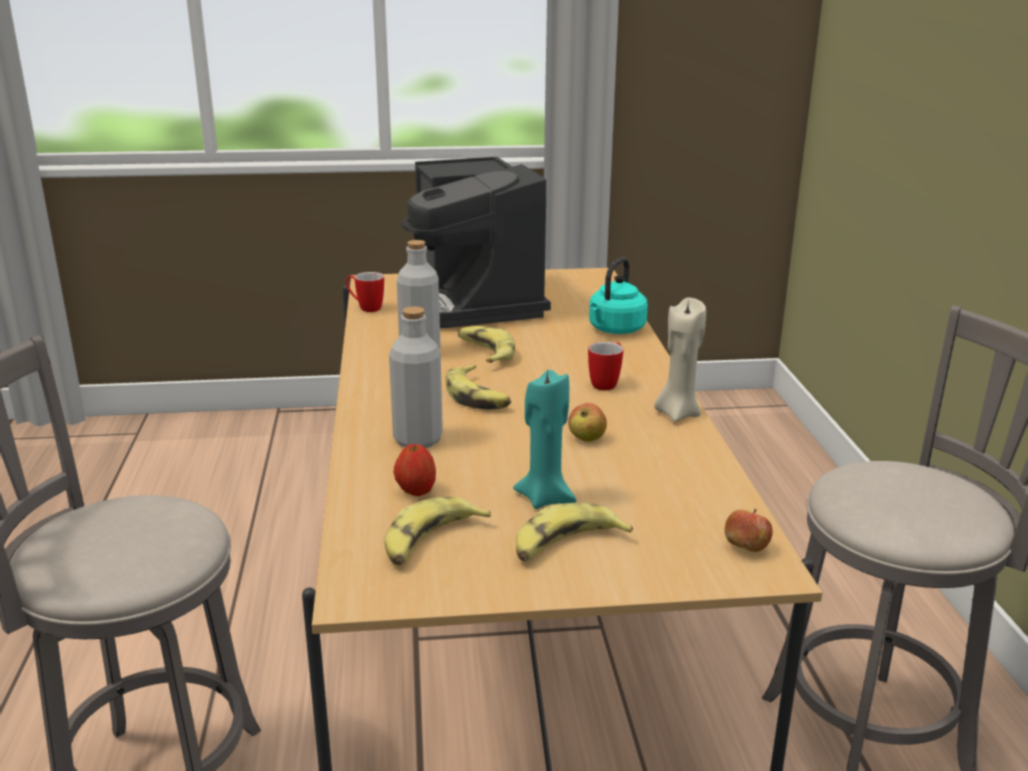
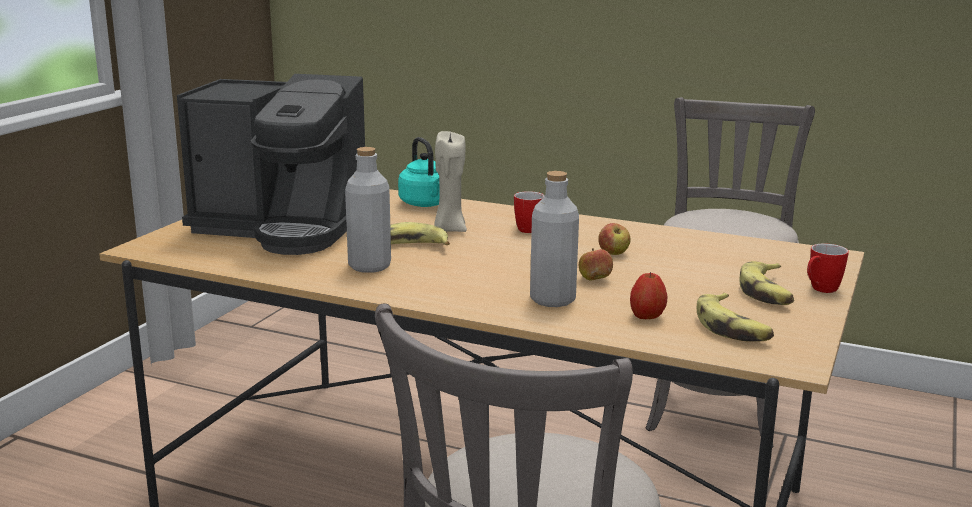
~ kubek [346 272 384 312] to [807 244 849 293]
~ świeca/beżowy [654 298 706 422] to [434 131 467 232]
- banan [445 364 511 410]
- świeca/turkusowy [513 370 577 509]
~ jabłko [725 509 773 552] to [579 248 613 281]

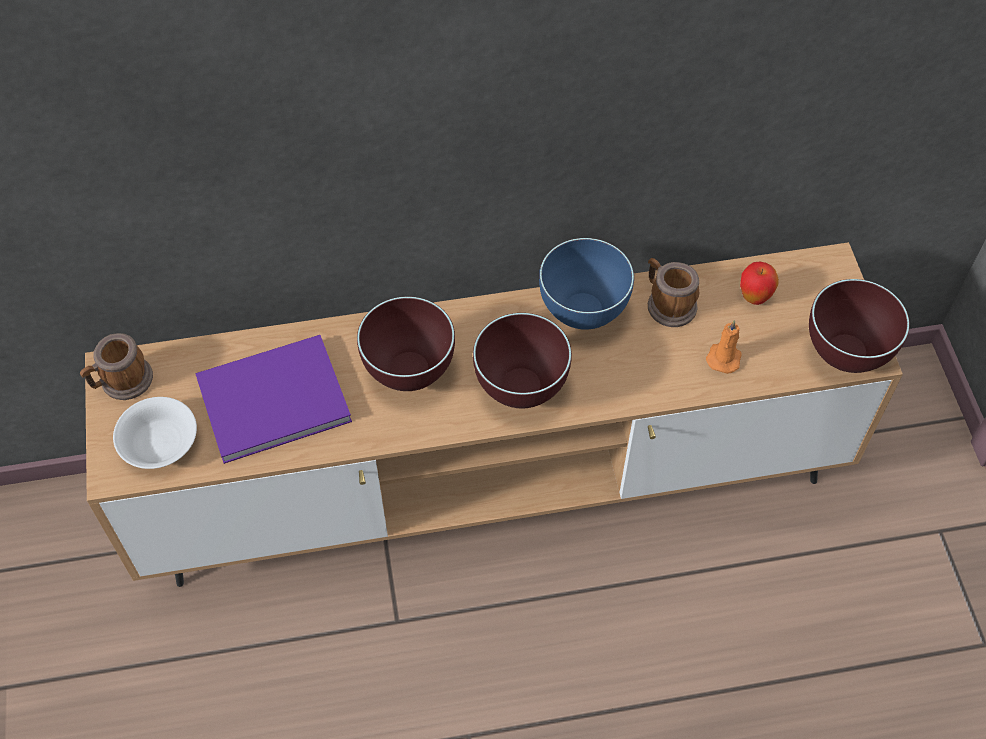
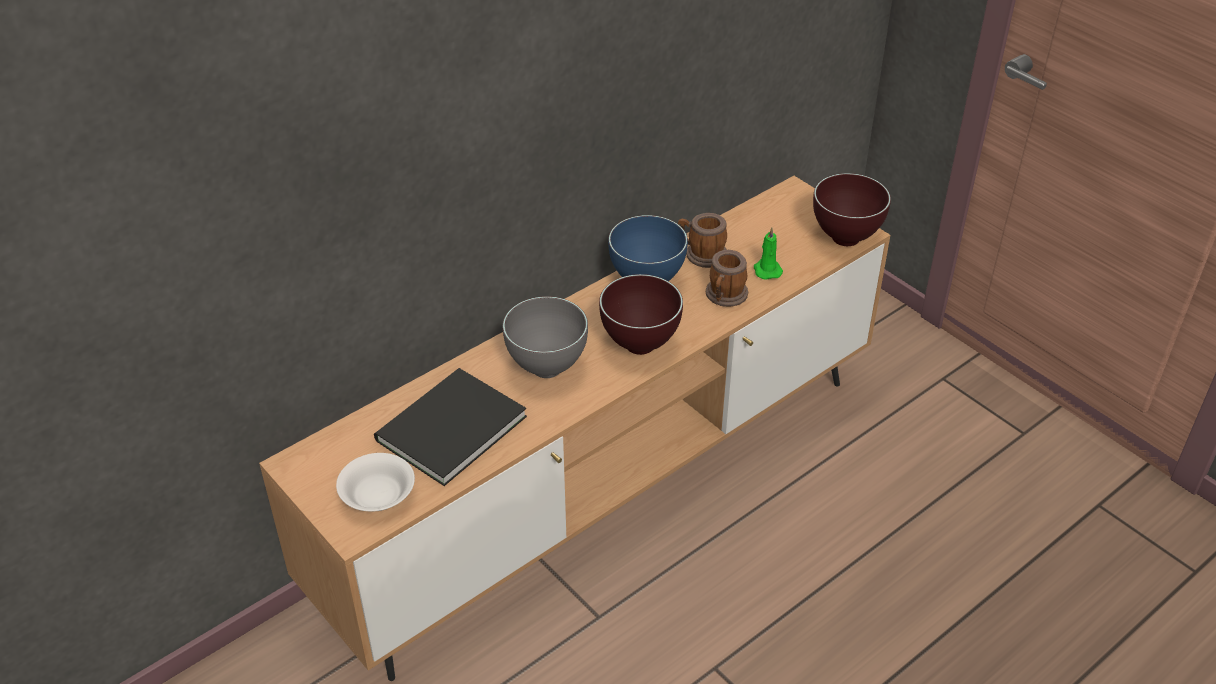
- jabłko [740 261 779 305]
~ miska/brązowy [357 296 455 391] to miska/szary [503 296 588 378]
~ świeca/pomarańczowy [706 320 741 374] to świeca/zielony [754 227 783 280]
~ kubek [80 333 153 400] to [706 250 748 307]
~ książka/fioletowy [195 335 352 464] to książka/czarny [374 368 527 486]

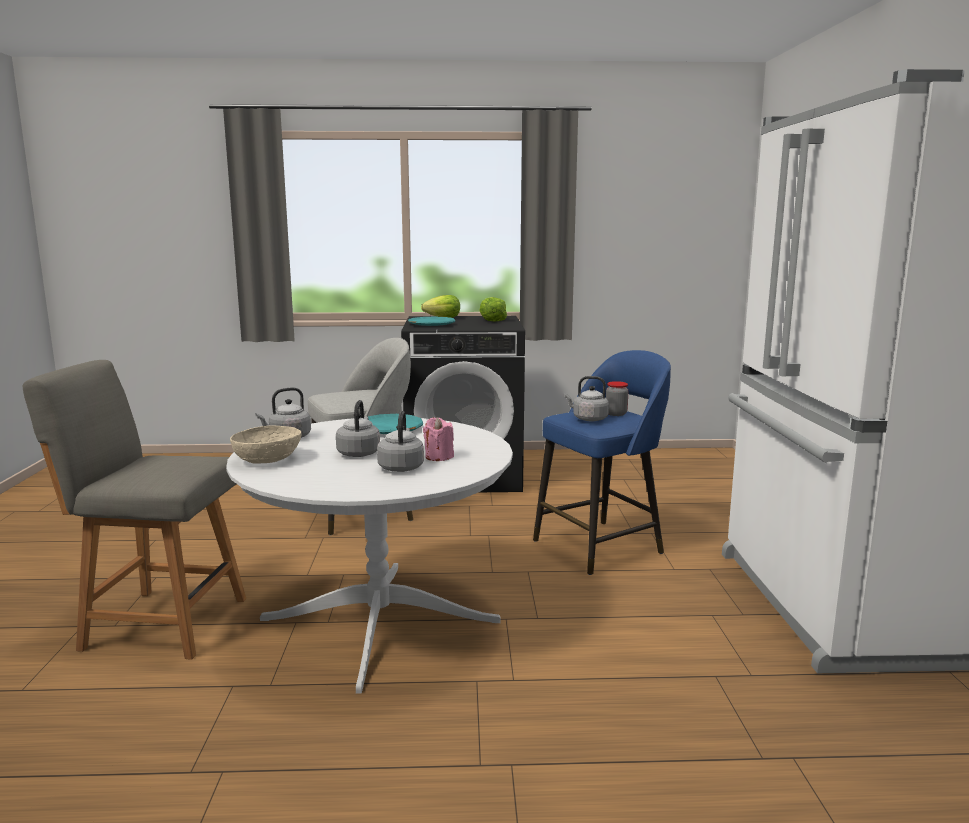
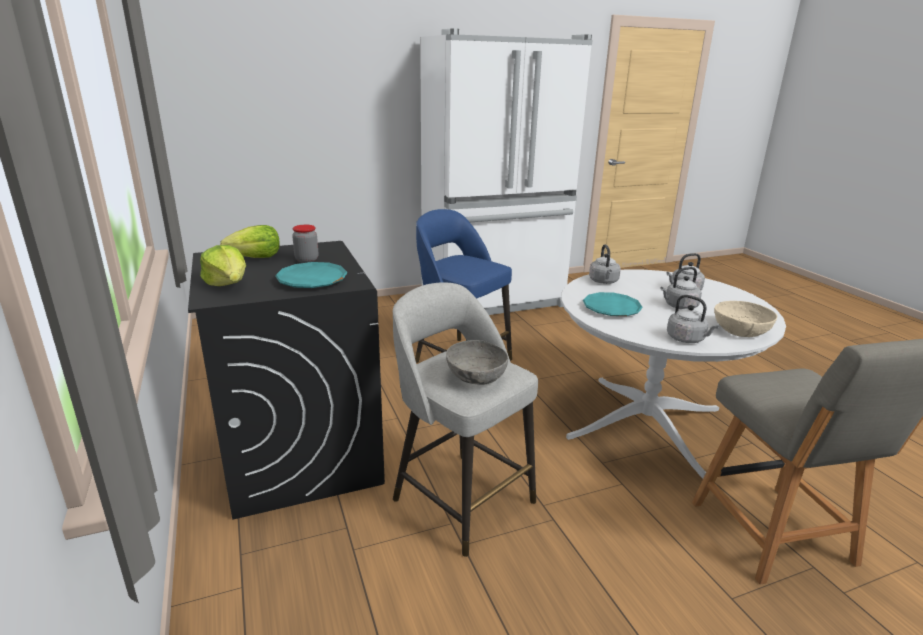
~ czajnik/szary [565 376 609 421] to [589 244 621 284]
~ słoik [606 381 628 416] to [292 225 318 263]
- świeca/różowy [423 417 454 461]
+ miska/szary [446 340 508 385]

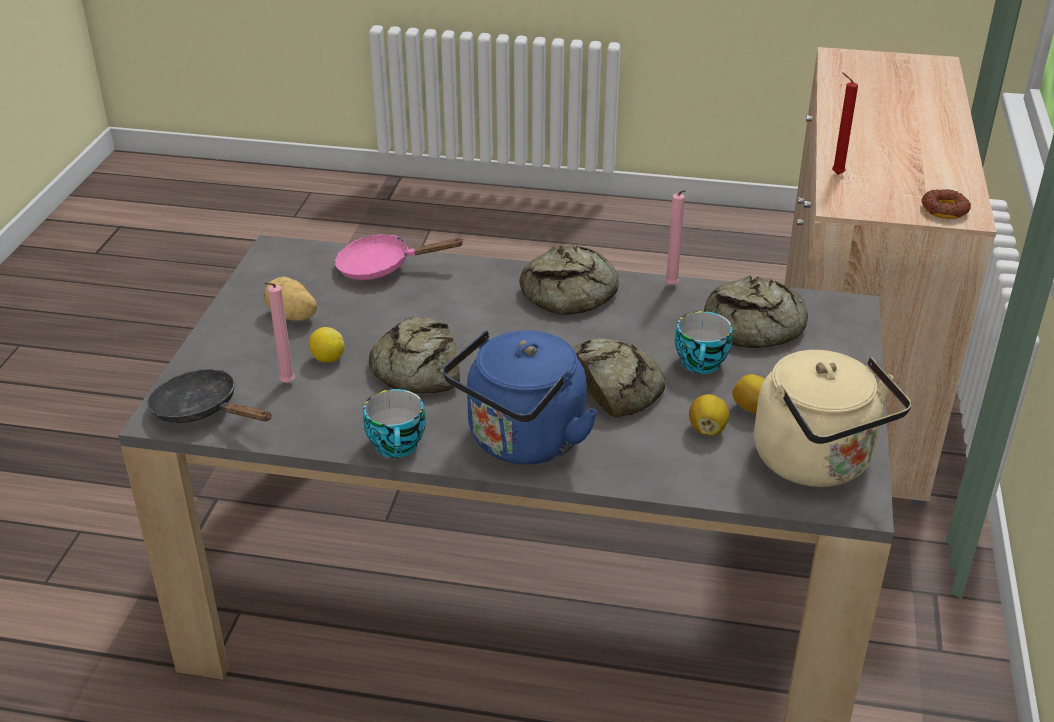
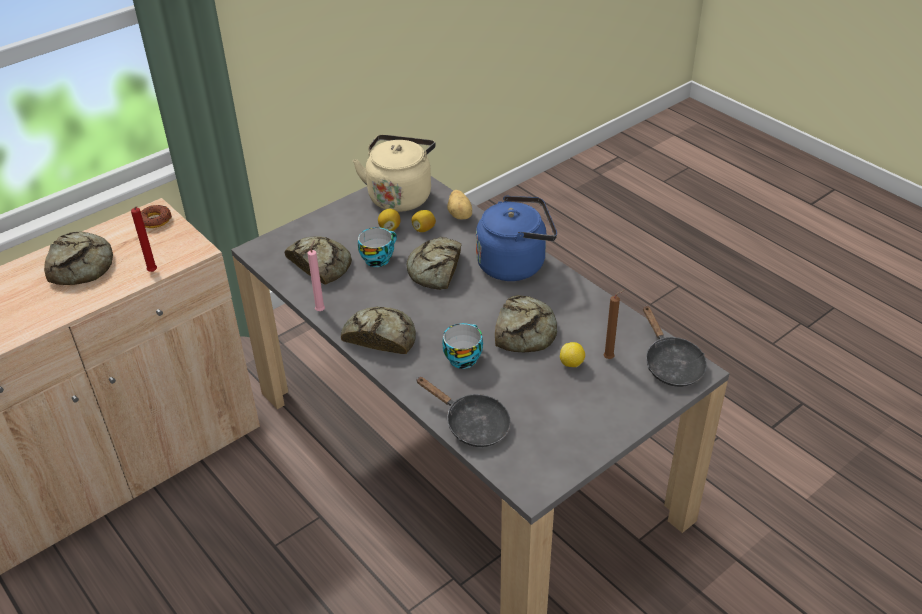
~ patelnia/różowy [335 234 464 280] to patelnia/czarny [416 377 511 447]
~ ziemniak [264 277 317 321] to [447 190 472 220]
~ świeca/różowy [263 282 295 383] to świeca/brązowy [604 290 624 359]
~ filiżanka [363 389 426 458] to [442 323 483 369]
+ chleb [44 232 113 285]

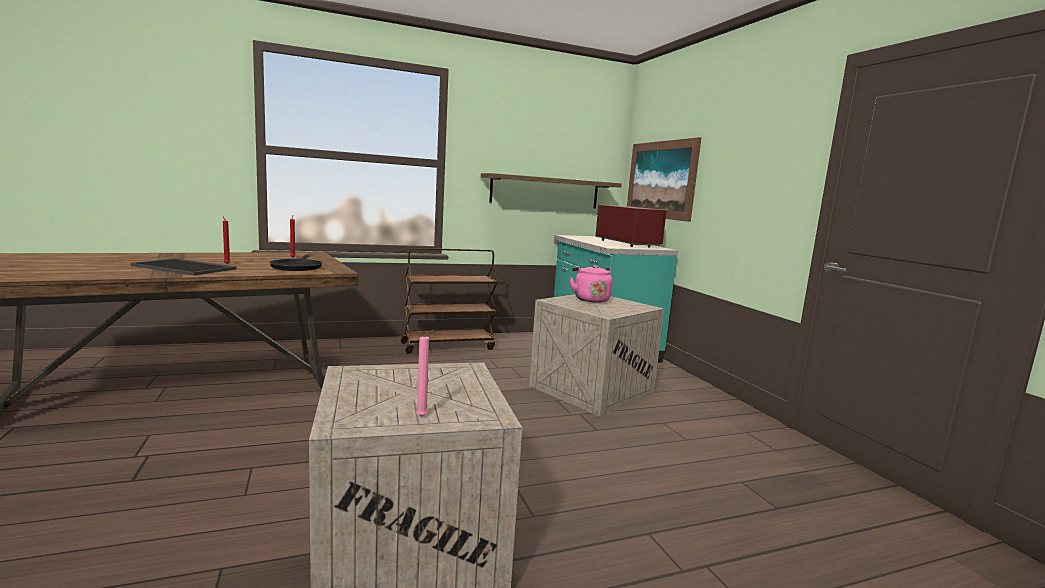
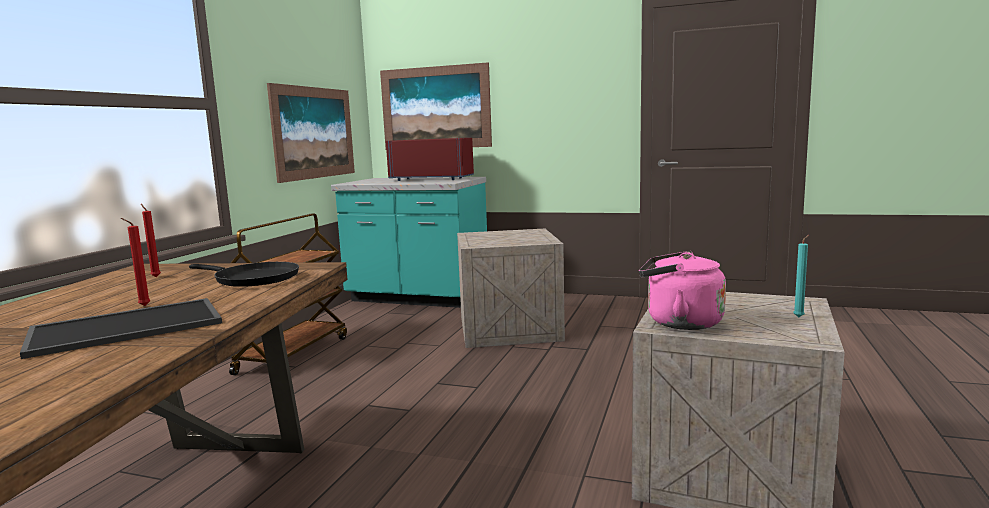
~ półka [481 173 622 209] to obraz [267 83 355 183]
~ czajnik/różowy [569 265 613 303] to [639 251 726 330]
~ świeca/różowy [416 330 433 417] to świeca/turkusowy [793 235 809 317]

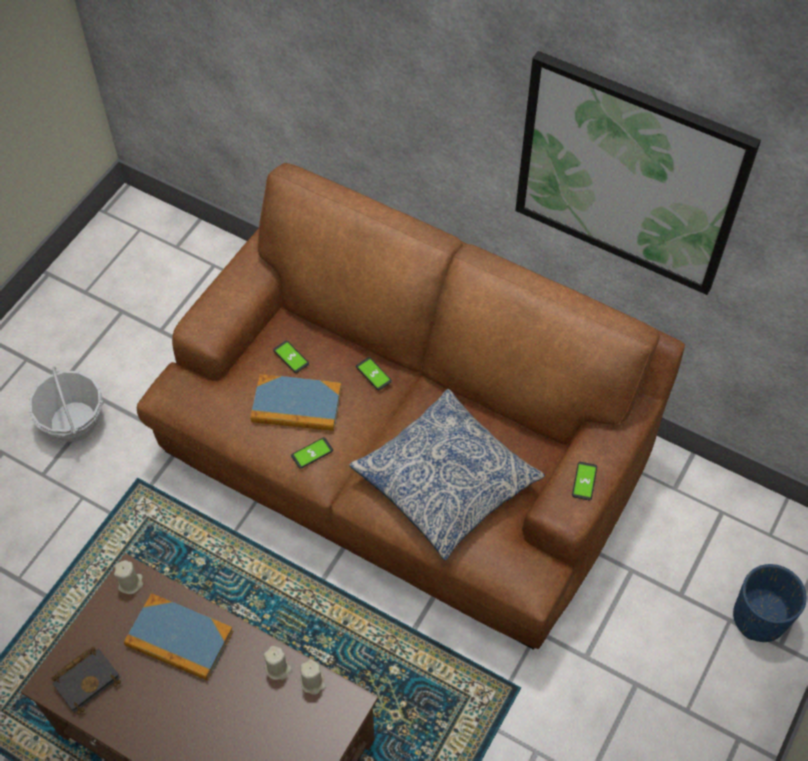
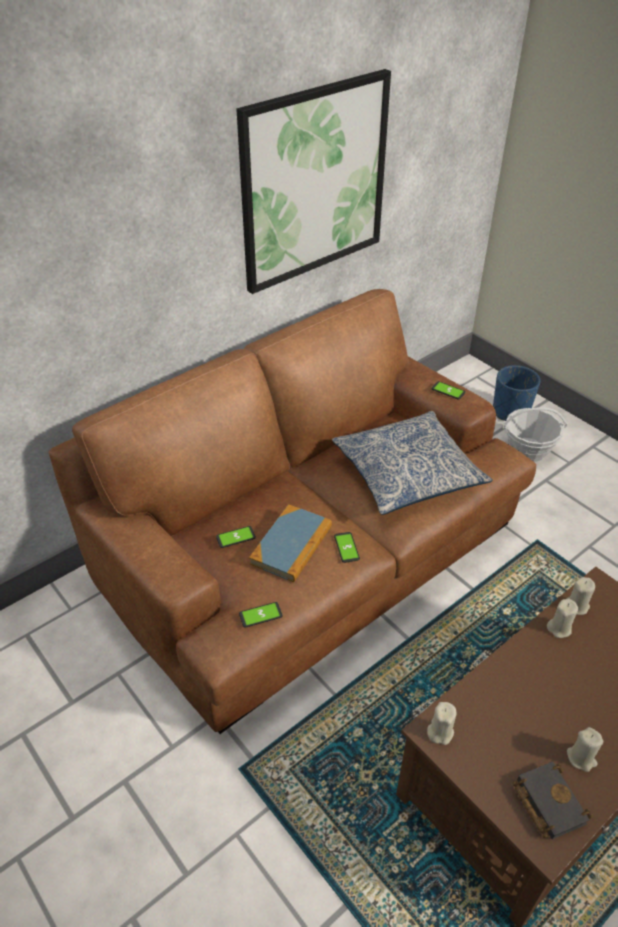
~ telefon [356 357 392 390] to [239 602 283 628]
~ koszyk [29 366 103 442] to [502 407 568 462]
- książka [124 593 233 681]
+ świeca/beżowy [567 727 603 772]

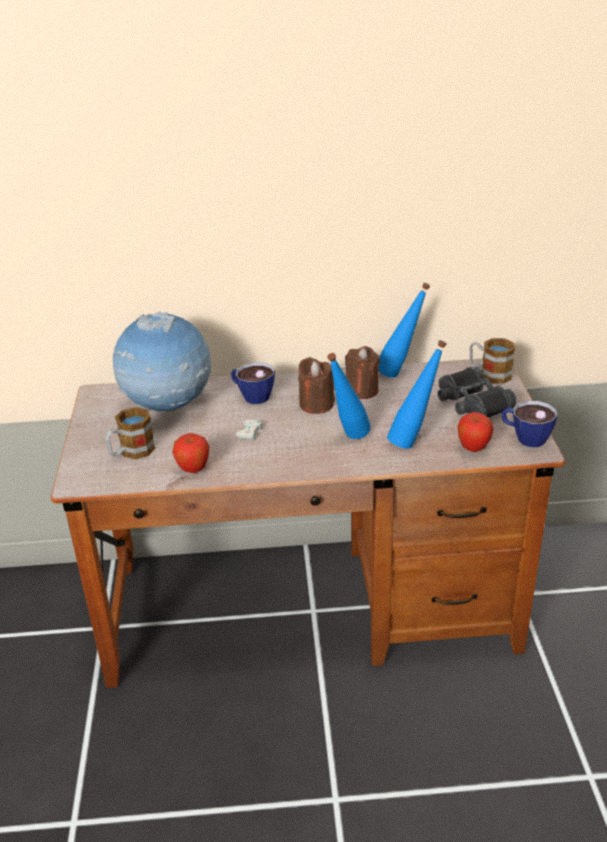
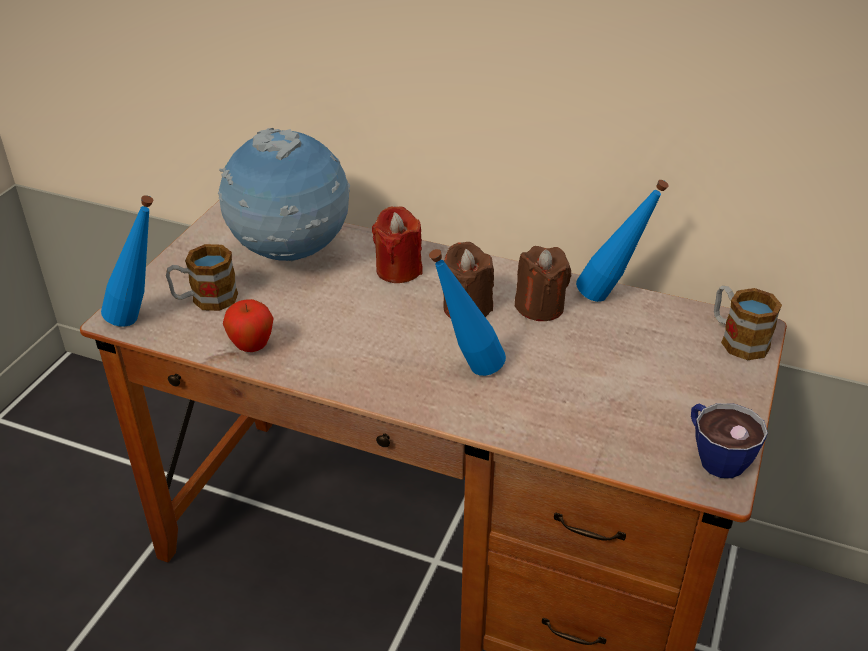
~ butelka/niebieski [387 340 447 449] to [101 195 153 327]
~ filiżanka [231 362 275 404] to świeca/czerwony [372 206 423 283]
- lornetka/czarny [438 367 516 417]
- jabłko [458 412 493 452]
- pad do gier/biały [235 419 300 454]

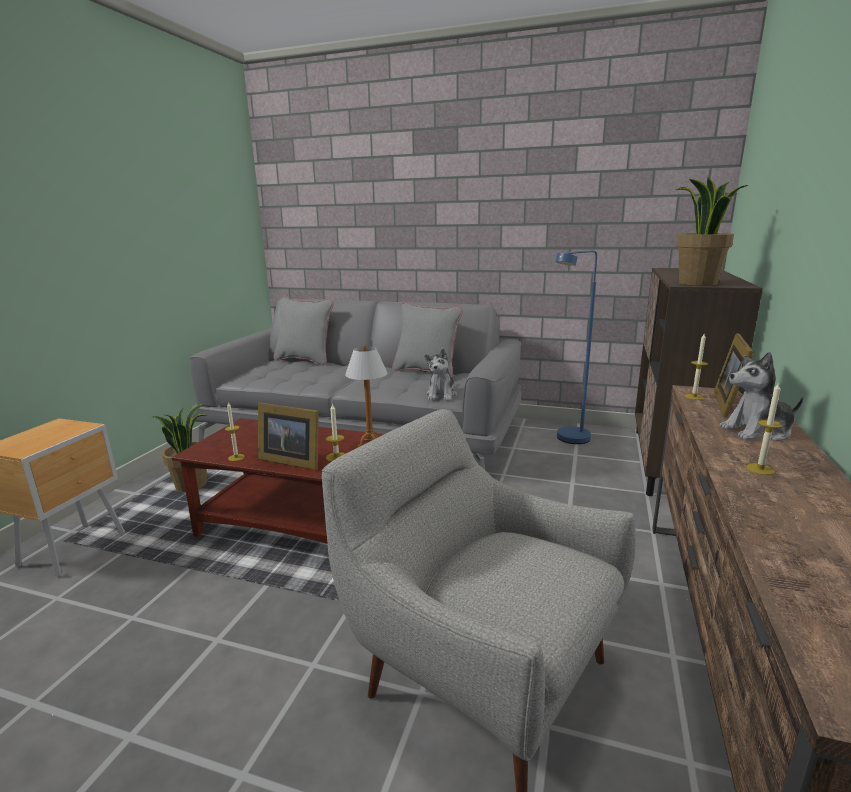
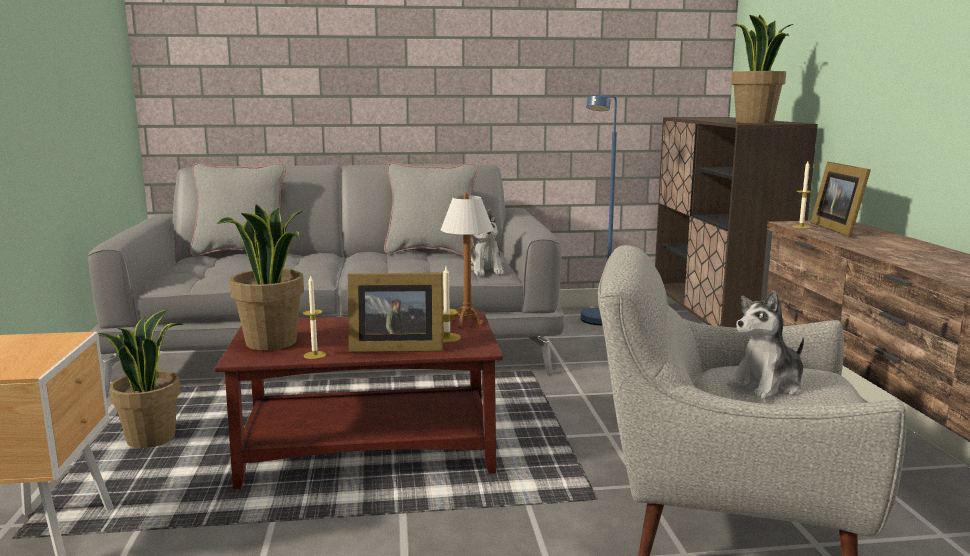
~ pluszak [719 352 803 441] to [727 291 804 399]
- świeca [746 382 783 475]
+ roślina doniczkowa [217 204 304 351]

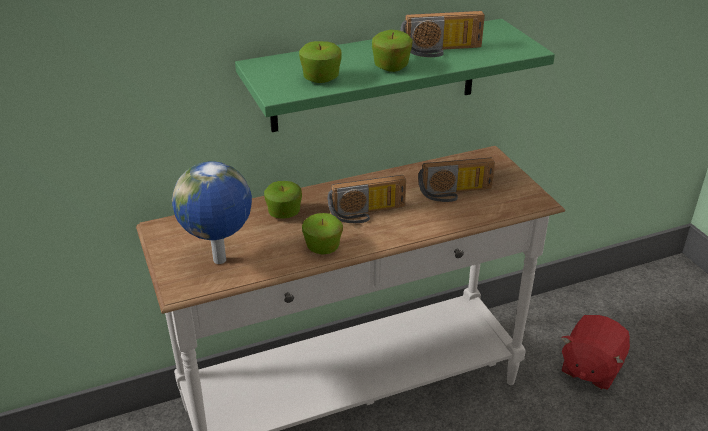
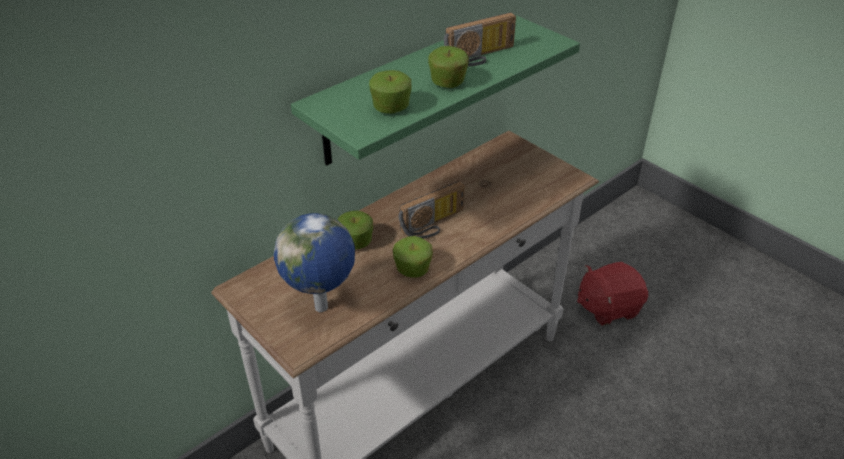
- radio [418 158 495 202]
~ pluszak/czerwony [561 315 630 390] = [577 262 648 326] 60 degrees clockwise

